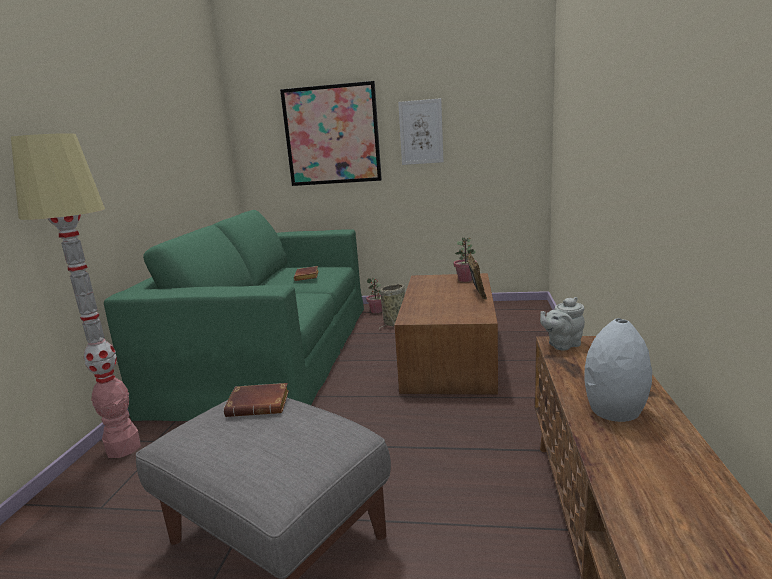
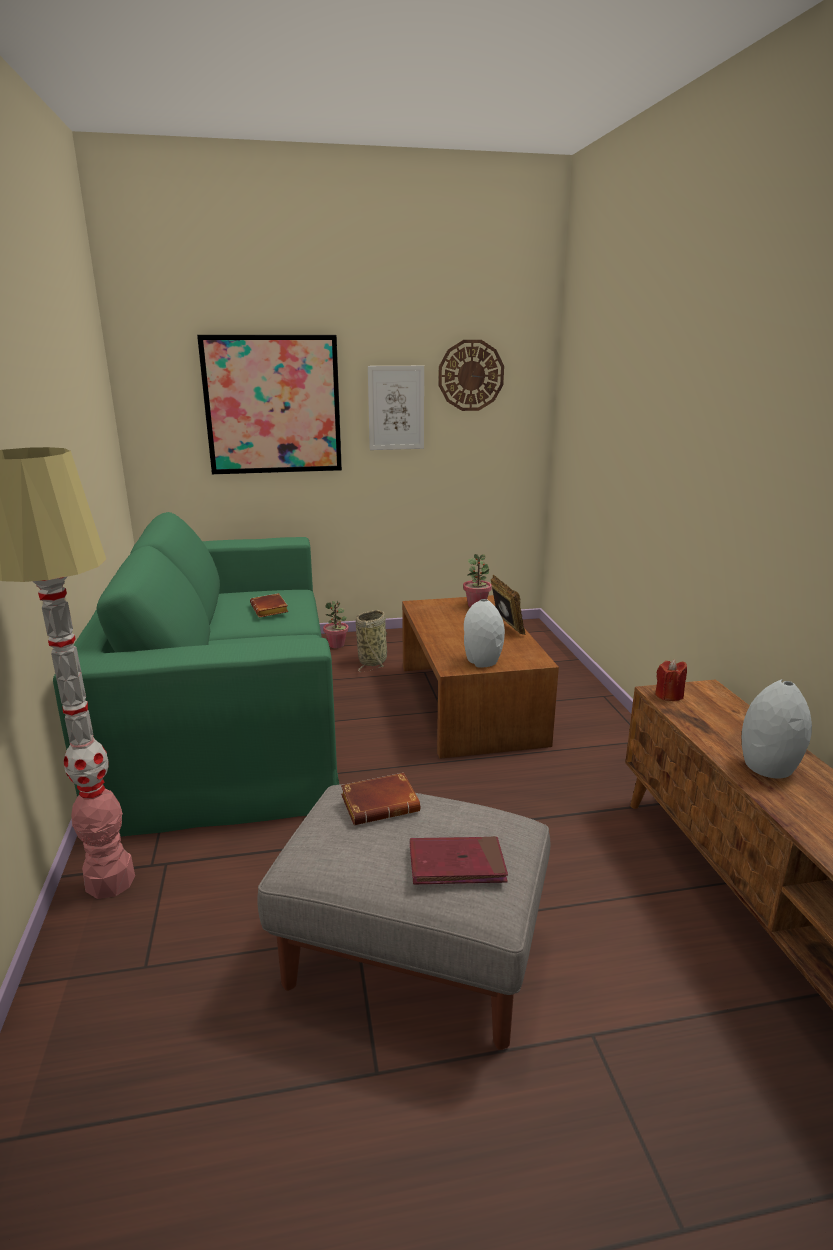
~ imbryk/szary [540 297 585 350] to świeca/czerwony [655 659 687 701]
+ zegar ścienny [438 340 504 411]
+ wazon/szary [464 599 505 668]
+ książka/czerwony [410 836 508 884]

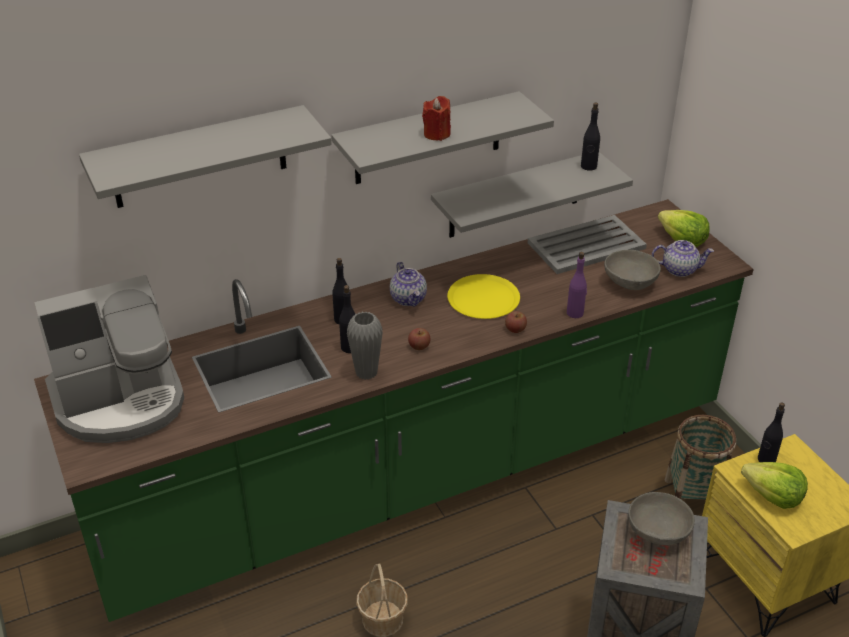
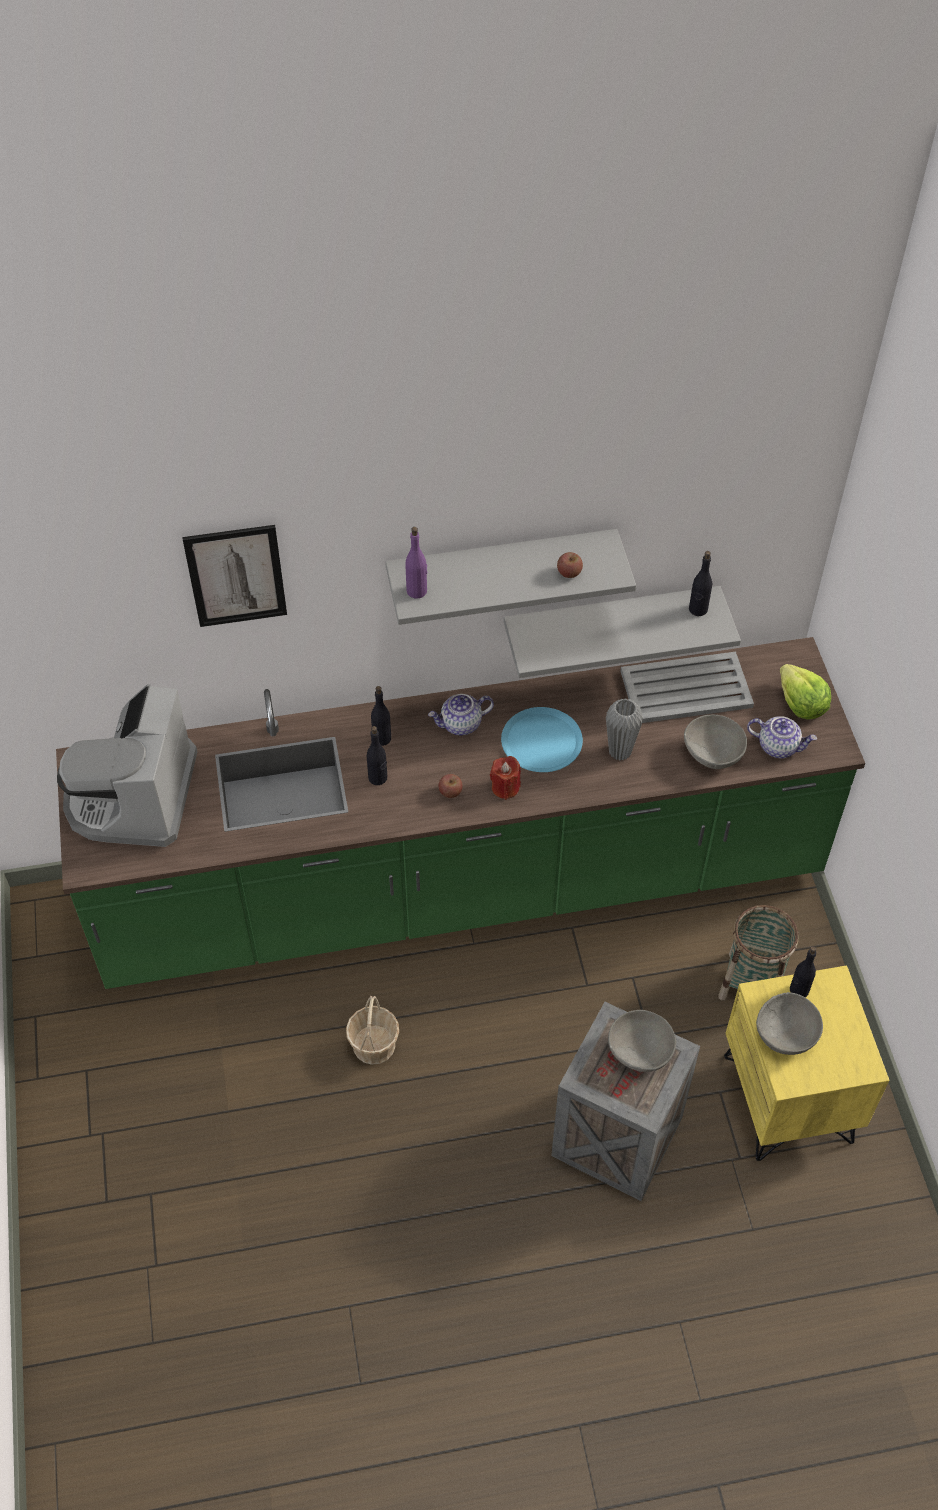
~ świeca/czerwony [422 96 451 141] to [490 756 521 800]
~ półka/szary [79 105 332 208] to obraz [182 525 287 627]
~ butelka/fioletowy [567 252 587 318] to [405 527 427 599]
~ imbryk [390 262 427 307] = [428 694 494 736] 75 degrees clockwise
~ talerz/żółty [447 274 520 319] to talerz/niebieski [501 707 583 772]
~ ekspres do kawy [35 275 184 443] = [57 684 197 847] 105 degrees clockwise
~ jabłko [505 311 527 333] to [557 552 583 578]
~ wazon/szary [347 312 383 380] to [606 698 643 761]
~ sałata [741 462 808 509] to miska/szary [756 992 823 1055]

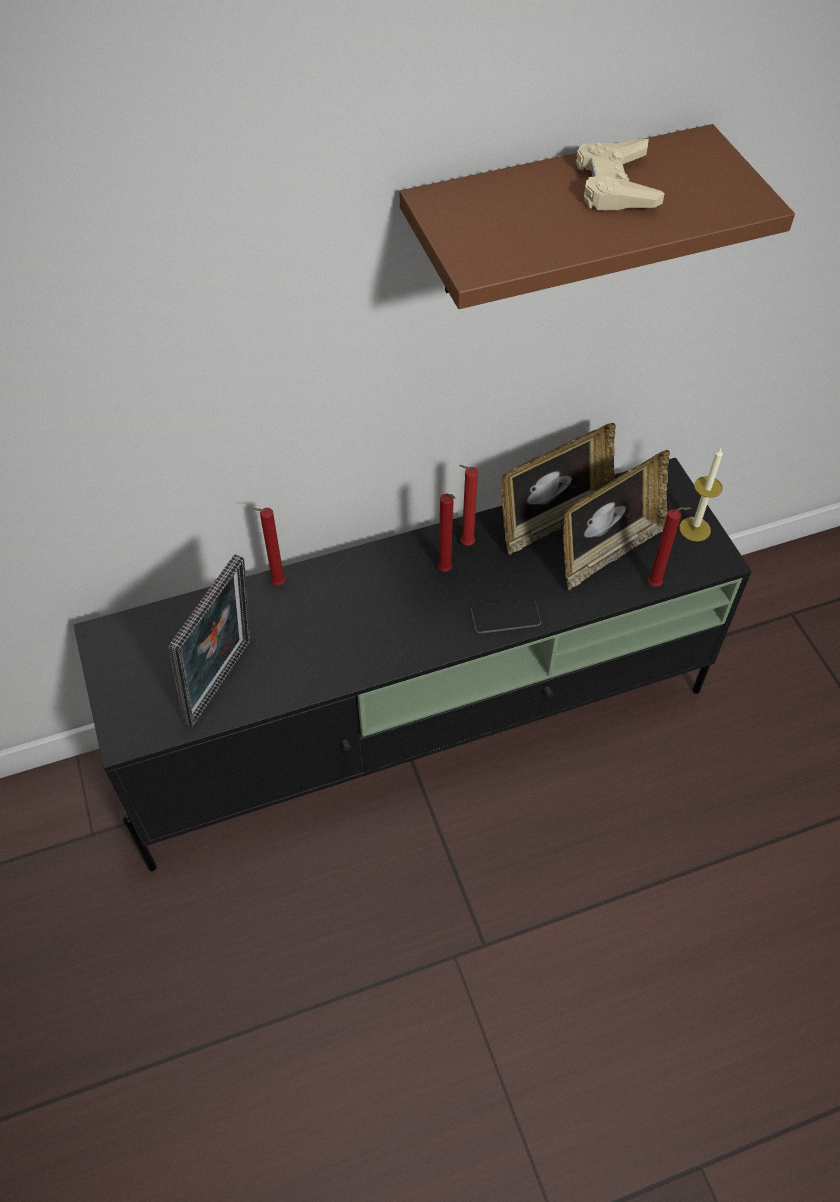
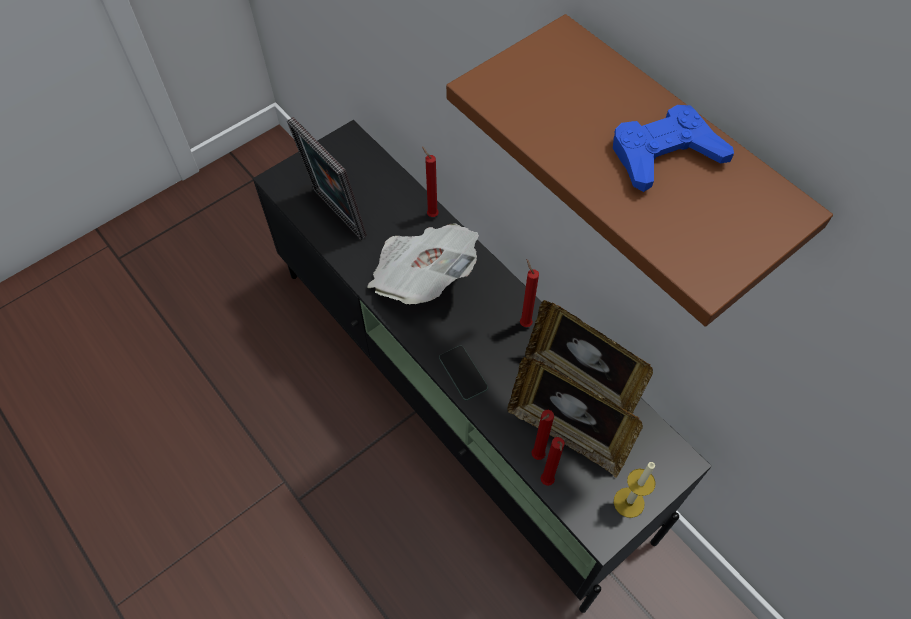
~ pad do gier/beżowy [576 139 665 210] to pad do gier/niebieski [613 105 734 192]
~ świeca/czerwony [437 494 455 572] to [532 410 554 460]
~ ramka na zdjęcie [169 554 250 727] = [287 117 367 240] 45 degrees clockwise
+ gazeta [367 223 479 304]

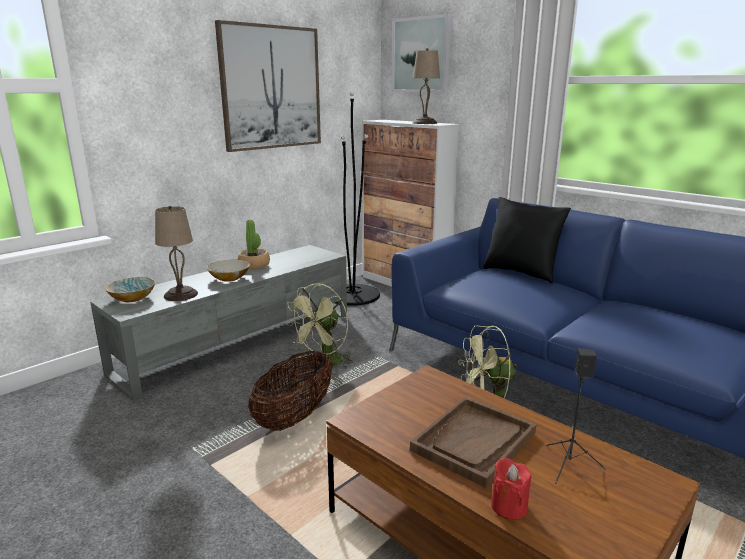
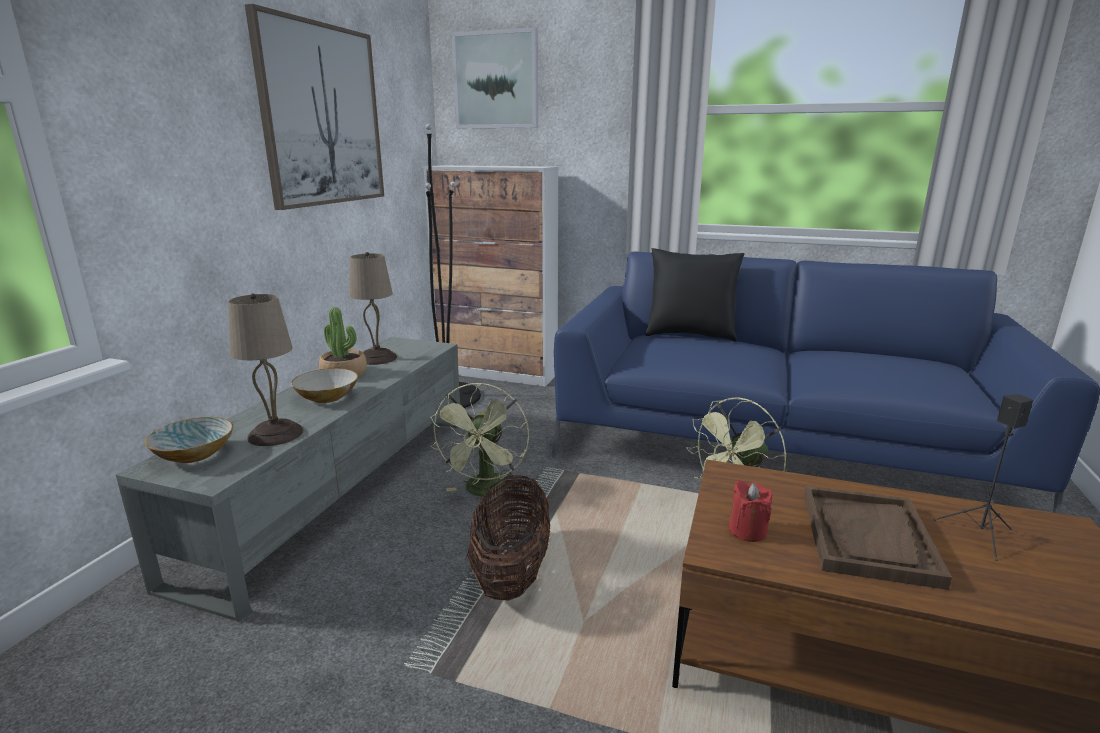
~ lampa stołowa/beżowy [413 48 440 124] to [349 252 397 365]
~ świeca/czerwony [491 457 531 520] to [729 480 772 542]

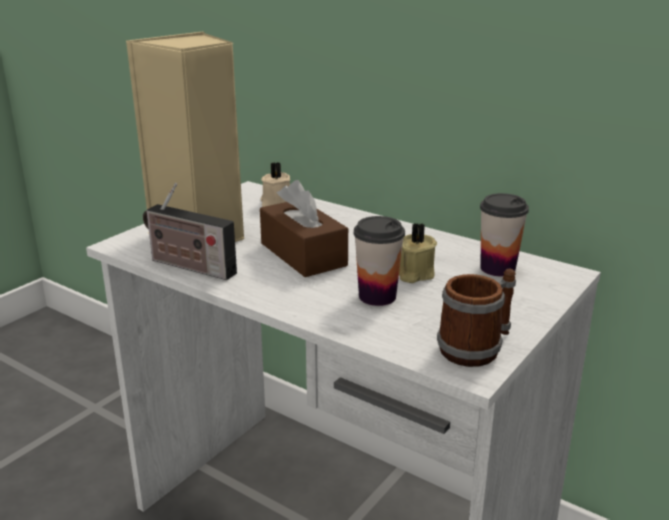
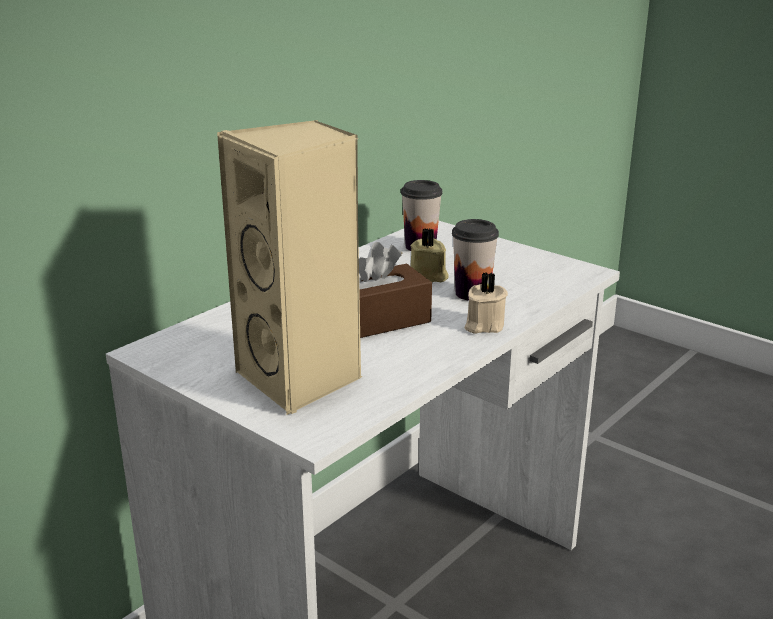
~ świeca/beżowy [261 162 290 207] to [465 273 508 334]
- radio [143 183 237 280]
- kubek [437 269 516 367]

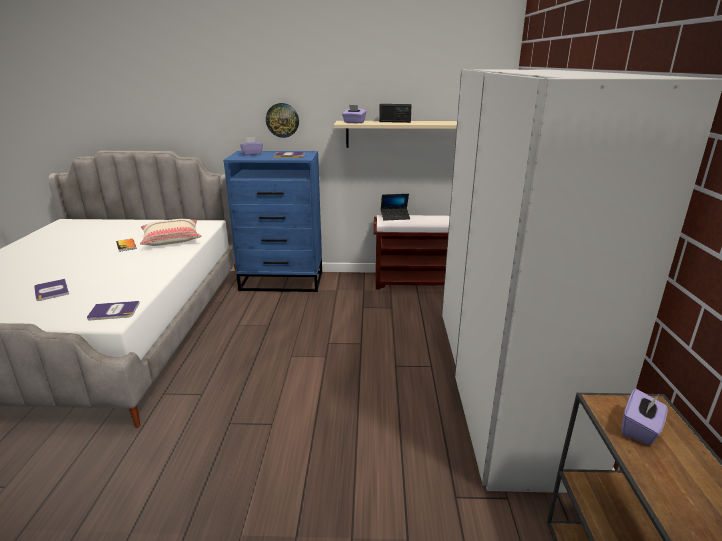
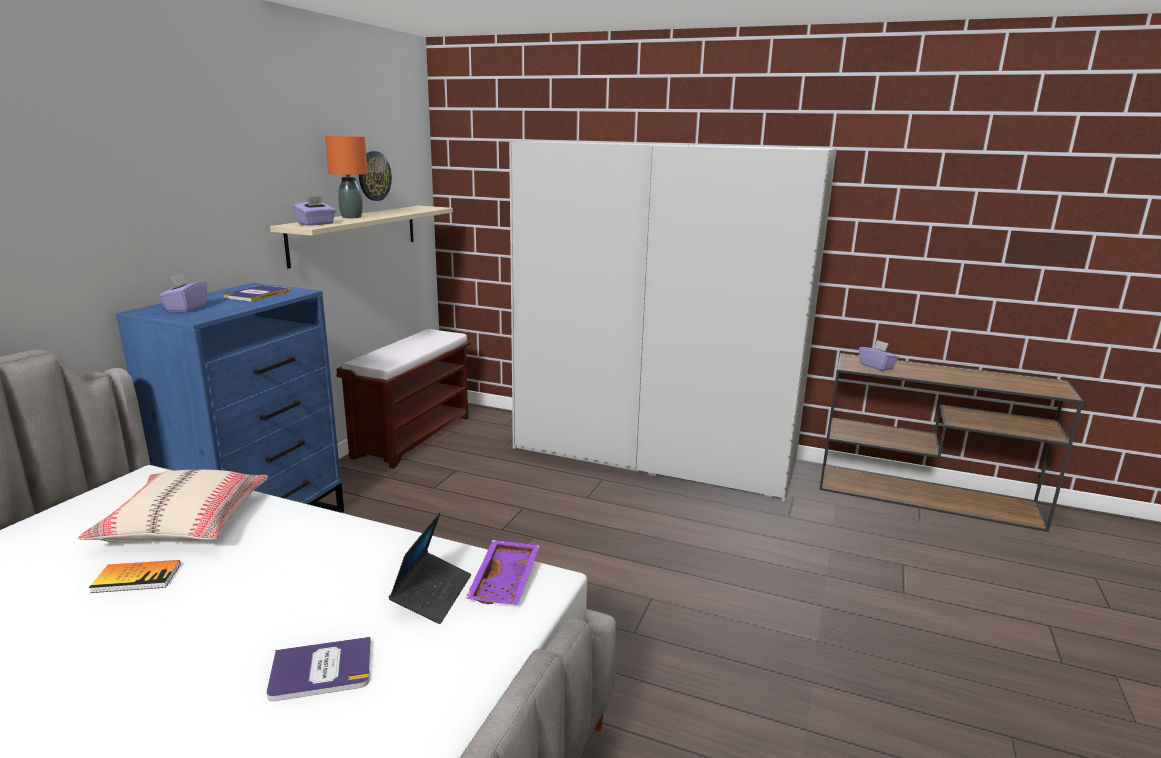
~ zegar ścienny [266 103 299 138] to [359 151 392 201]
~ radio [379 104 412 123] to lampa stołowa/pomarańczowy [325 136 368 218]
~ laptop [381 194 410 221] to [389 512 471 624]
~ książka [87 301 140 320] to taca/fioletowy [465 540 540 605]

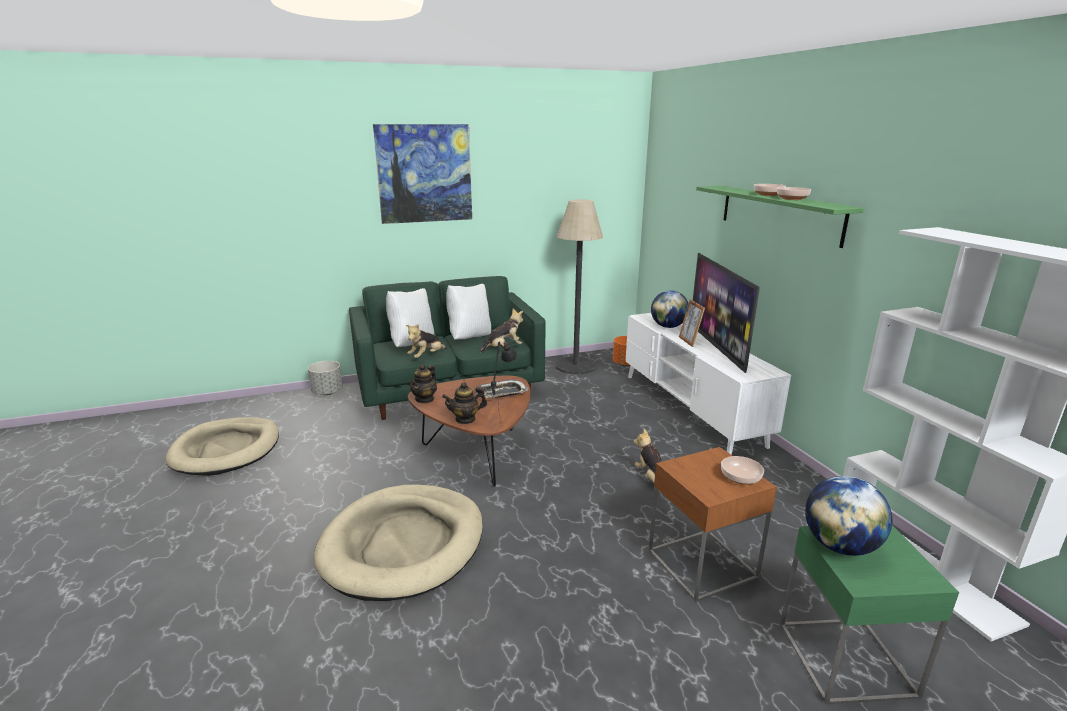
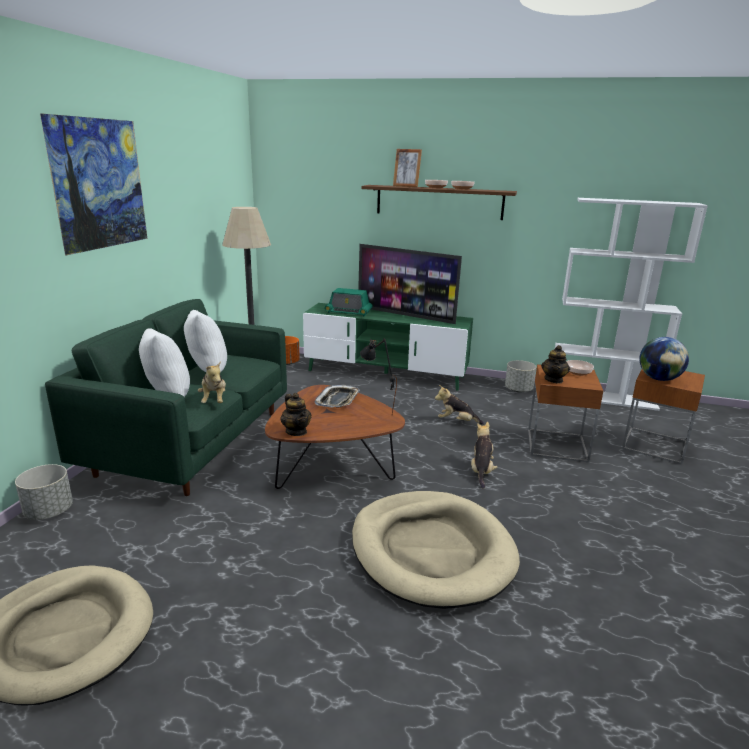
~ półka/zielony [696 186 864 248] to półka/brązowy [361 185 517 220]
~ globus [651 290 689 328] to radio [324 288 373 317]
~ ramka na zdjęcie [679 299 705 347] to [393 149 422 187]
~ pluszak [479 309 523 353] to [471 422 498 489]
~ szafka pod telewizor/biały [626 313 791 455] to szafka pod telewizor/zielony [303 303 473 390]
~ imbryk [442 382 487 424] to [541 345 570 383]
~ stolik/zielony [780 525 959 704] to stolik/brązowy [622 369 705 465]
+ donica/szary [505 360 537 392]

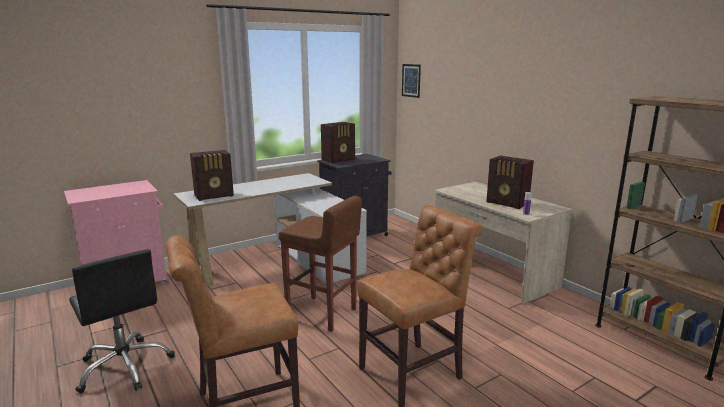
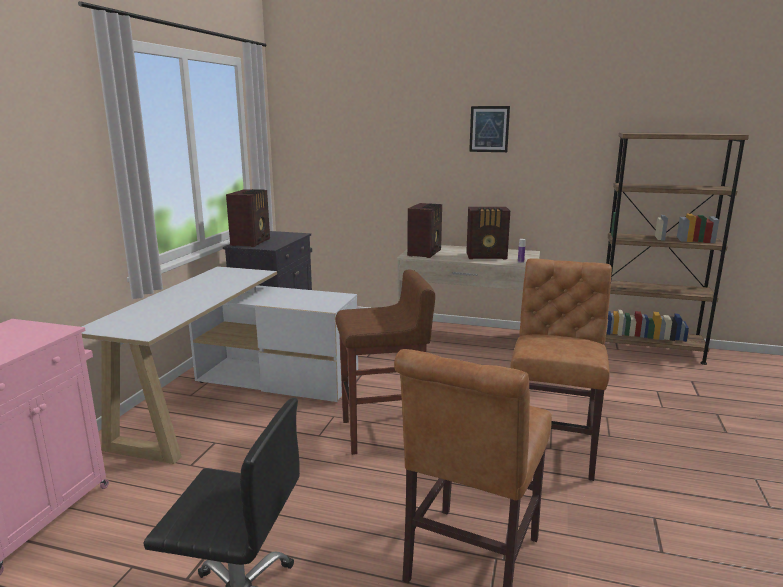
~ obraz [402 64 421 98] to [469 106 510 152]
~ radio [190 150 234 201] to [407 203 442 258]

